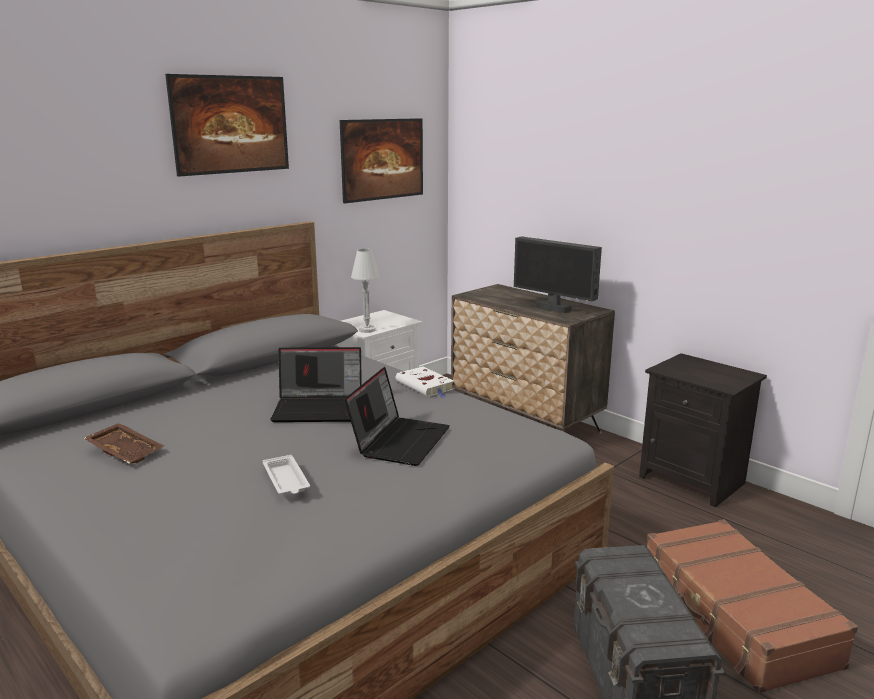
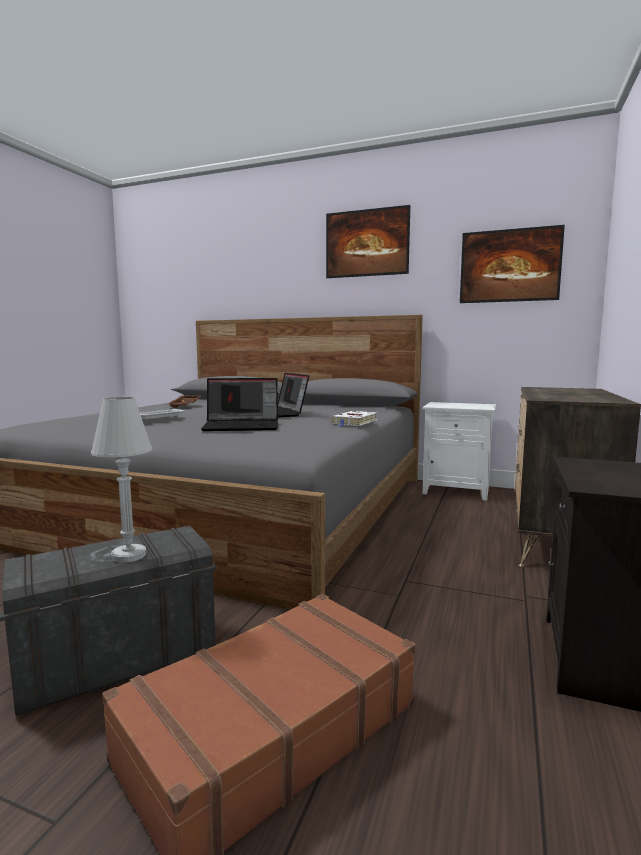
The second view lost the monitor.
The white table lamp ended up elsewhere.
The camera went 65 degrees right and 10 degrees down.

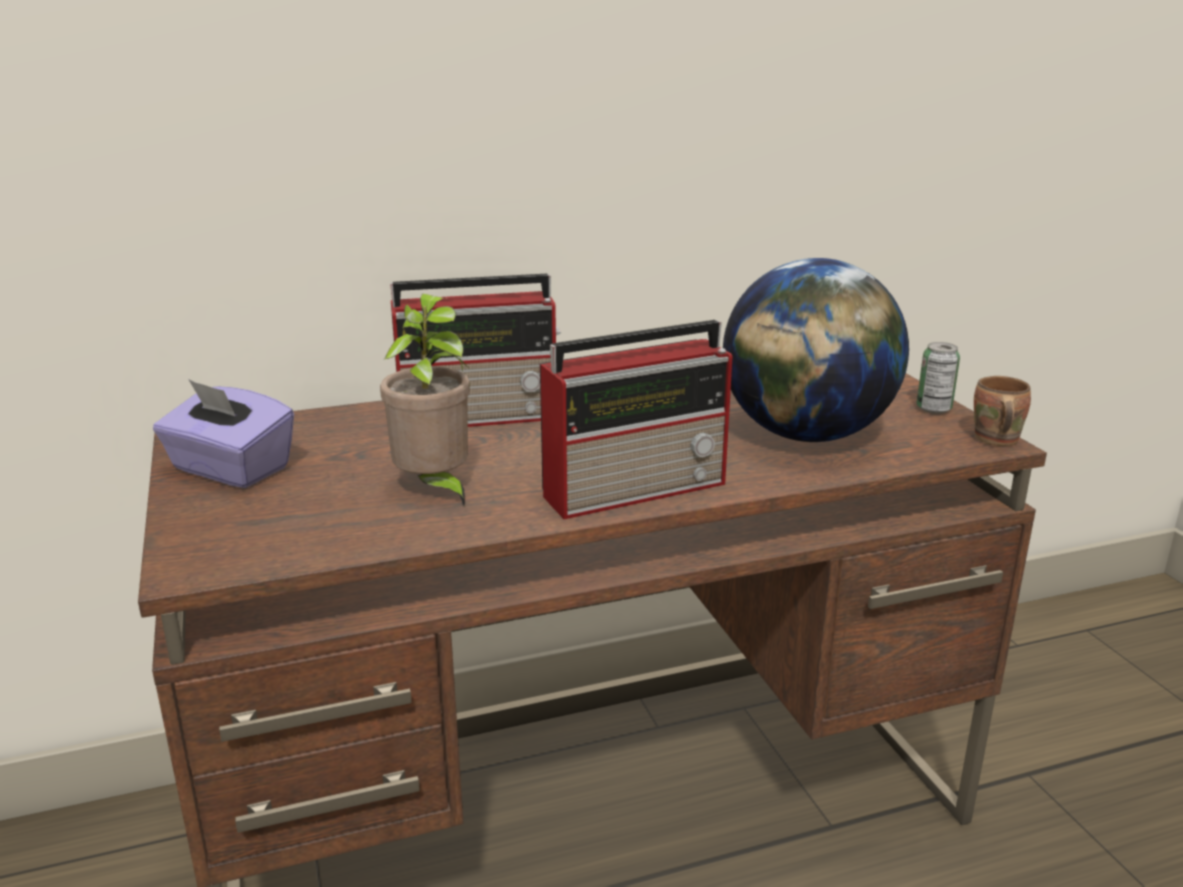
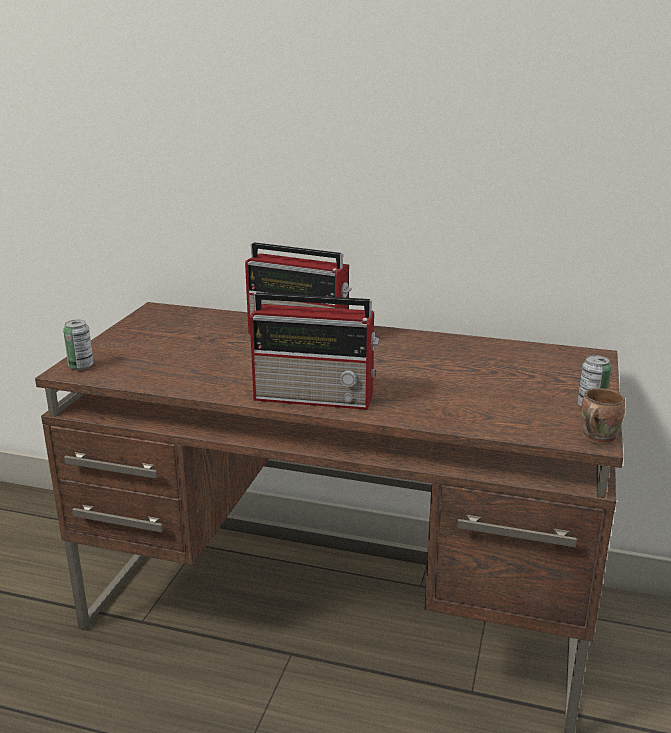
The second view lost the purple tissue box.
The second view lost the potted plant.
The second view lost the globe.
The second view gained the can (no. 1 from left).
The camera went 35 degrees right and 0 degrees up.

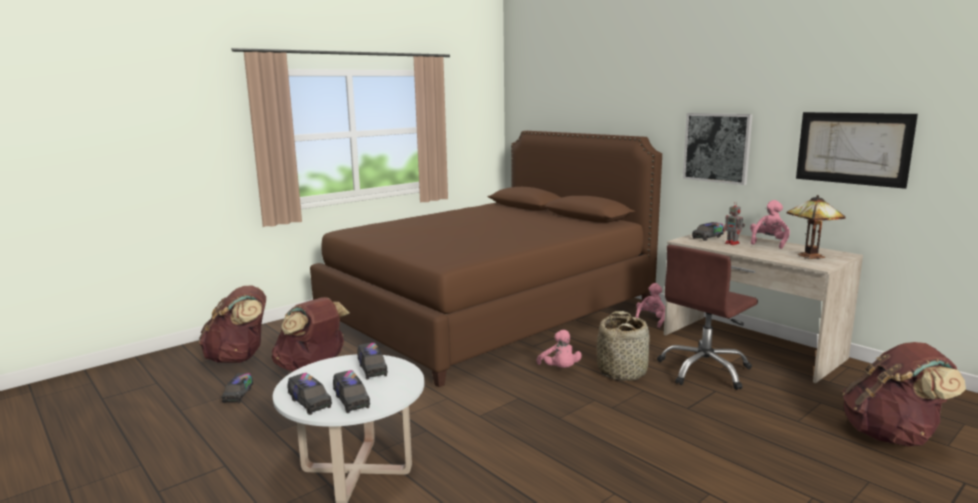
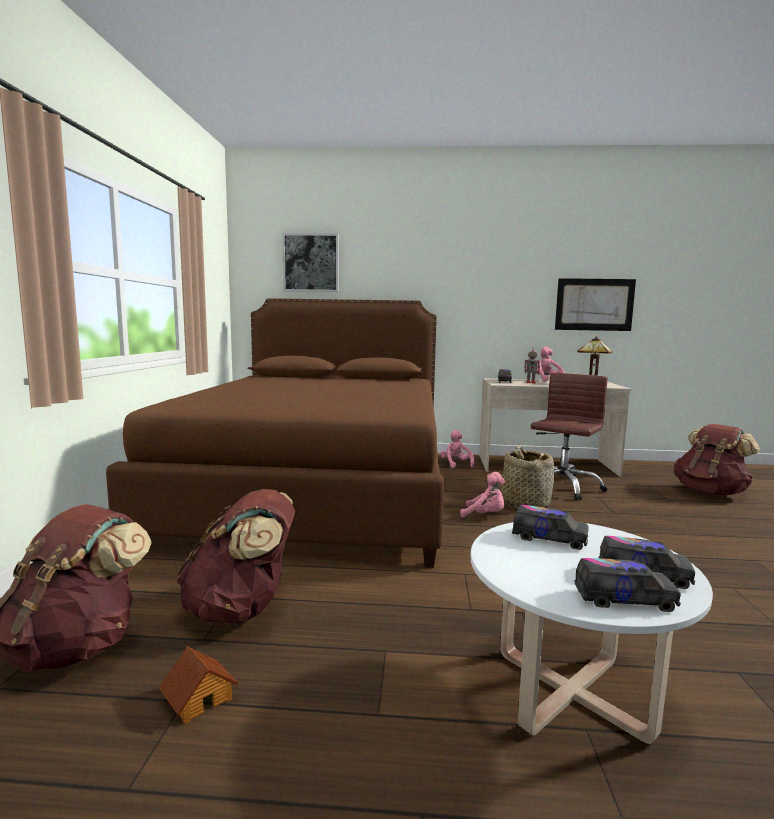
The picture (no. 1 from left) ended up elsewhere.
Where the toy truck (no. 1 from left) stood, the toy house came to stand.
The brown office chair ended up facing another way, 150 degrees counterclockwise from before.
The camera went 45 degrees left and 5 degrees down.

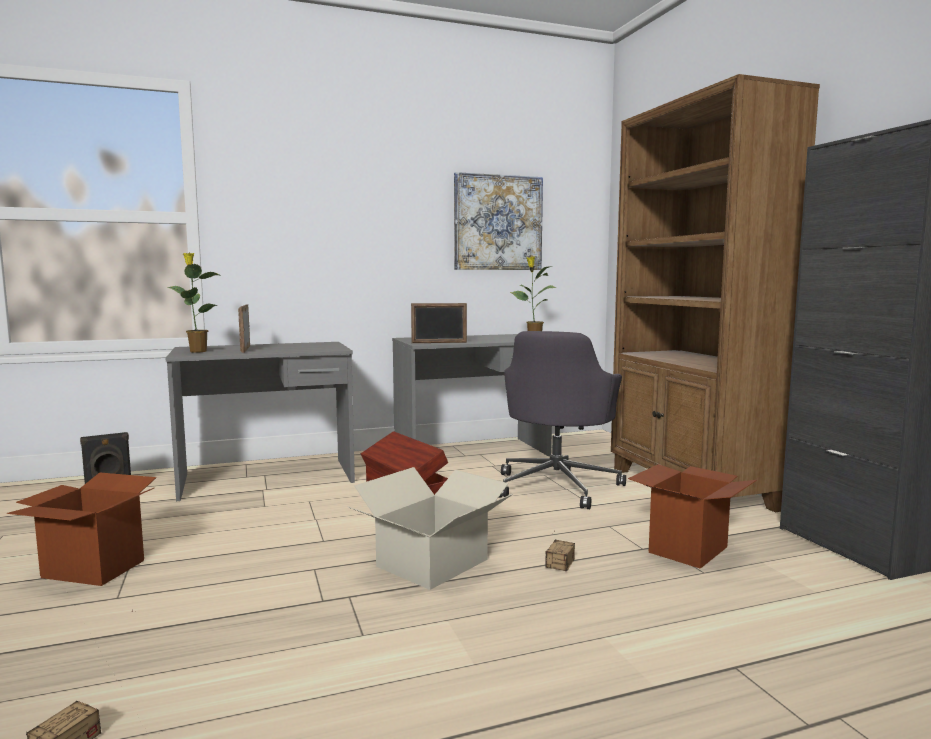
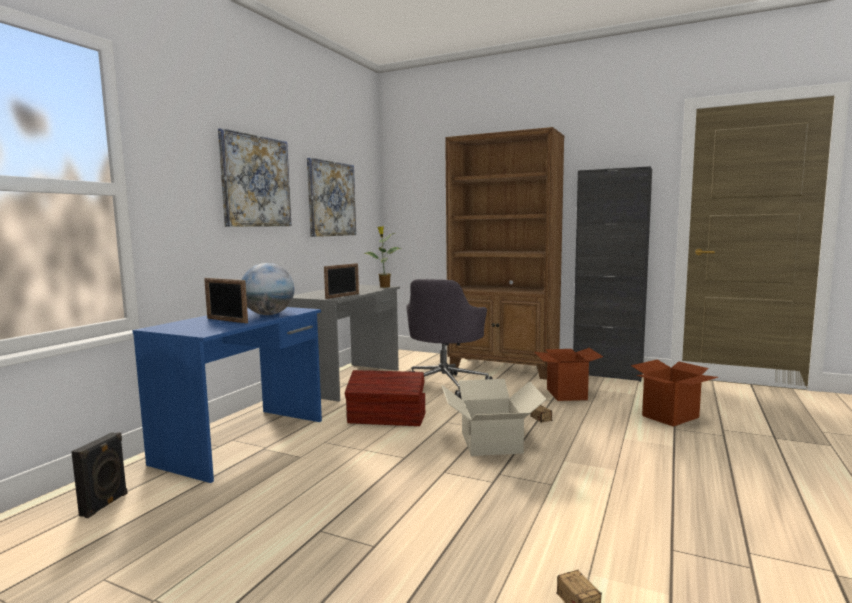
The second view lost the potted plant (no. 1 from left).
The second view gained the picture (no. 1 from left).
The second view gained the globe.
The cardboard box (no. 1 from left in the first image) ended up elsewhere.
What was the grey desk (no. 1 from left) turned into the blue desk.
The grey office chair ended up facing another way, 45 degrees clockwise from before.
The camera went 45 degrees left and 0 degrees up.

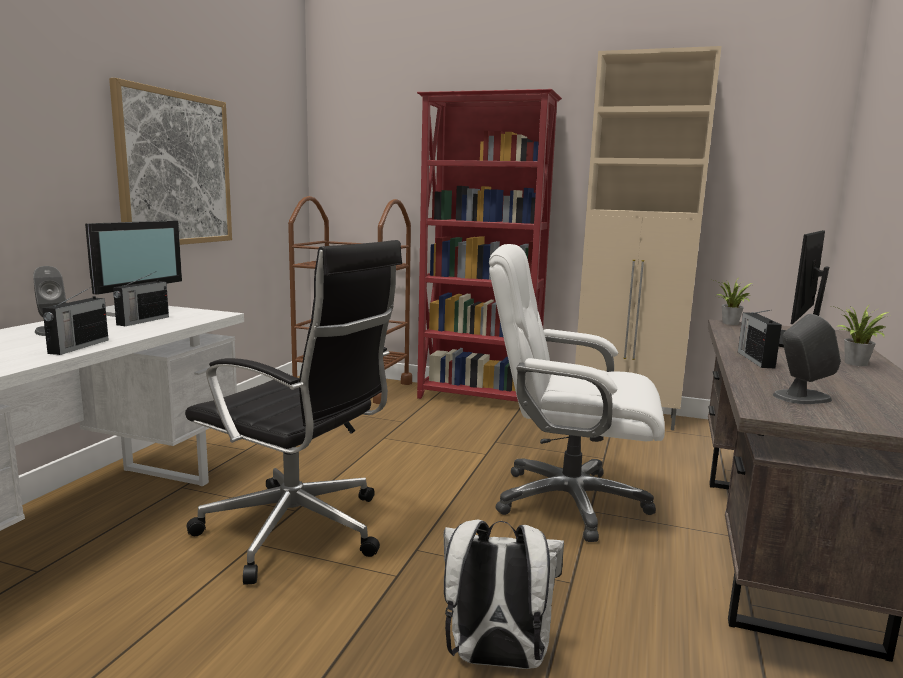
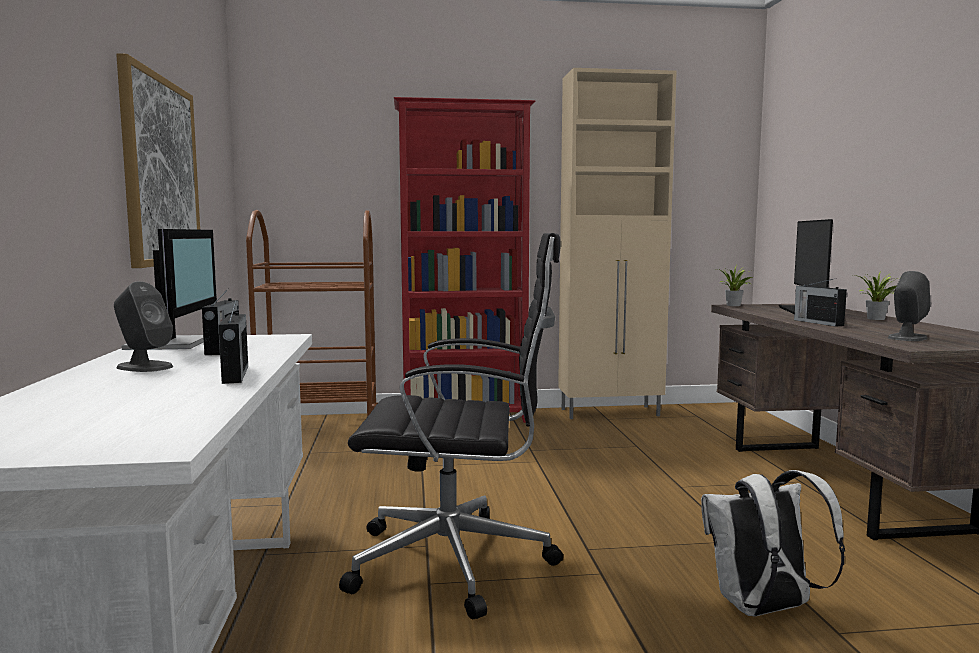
The second view lost the white office chair.
The camera went 25 degrees left and 5 degrees down.

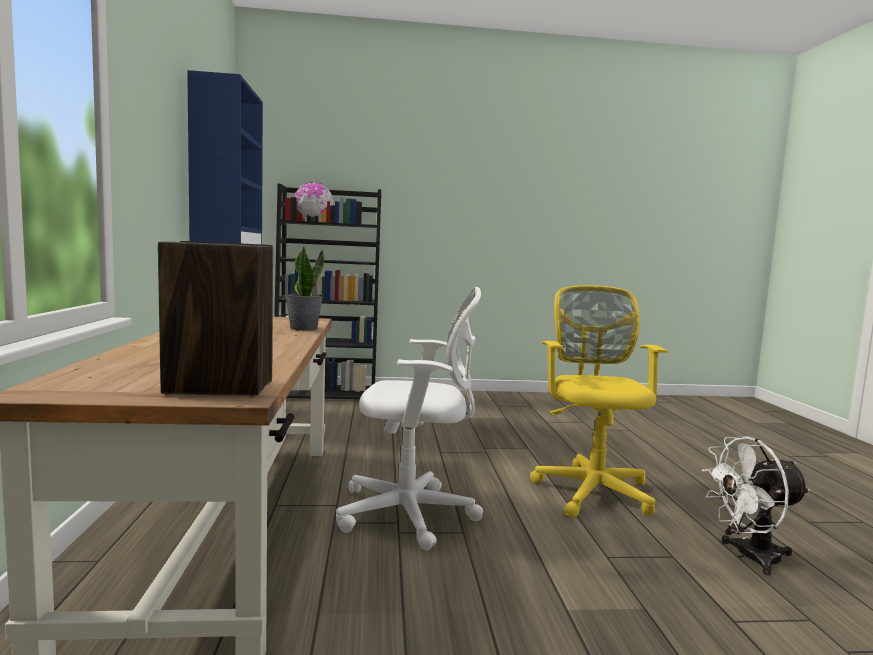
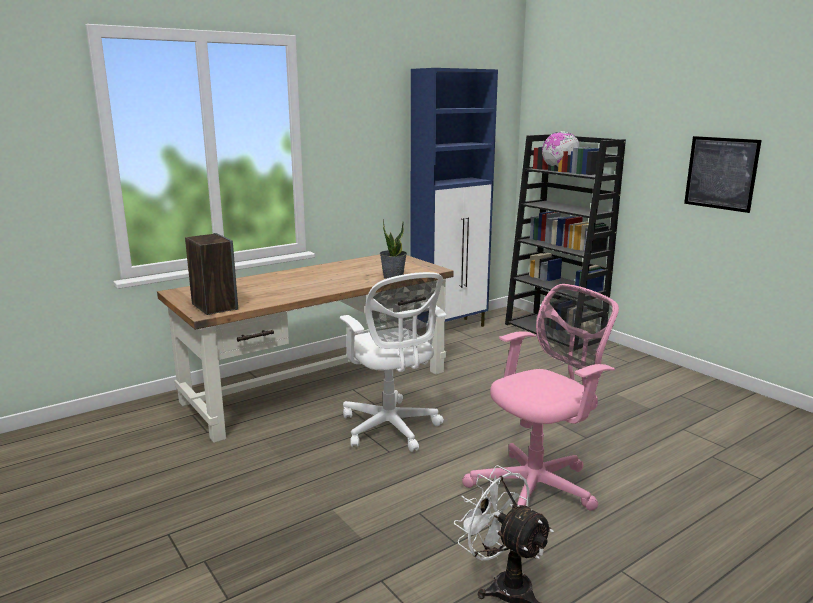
The second view gained the picture.
What was the yellow office chair turned into the pink office chair.
The camera went 60 degrees right and 10 degrees up.

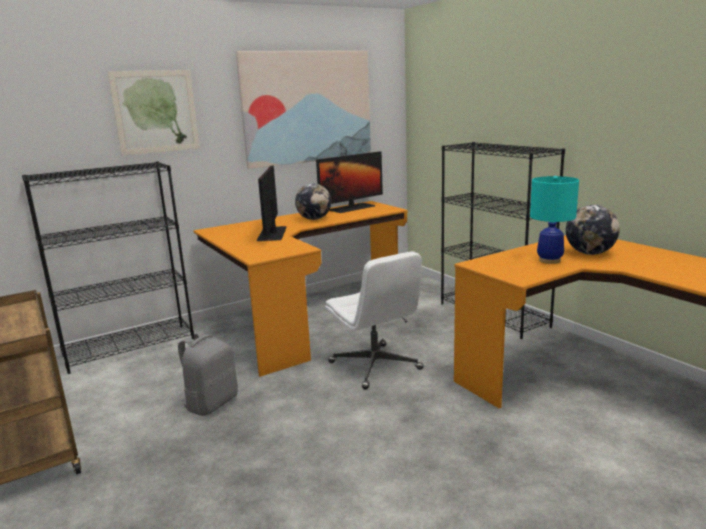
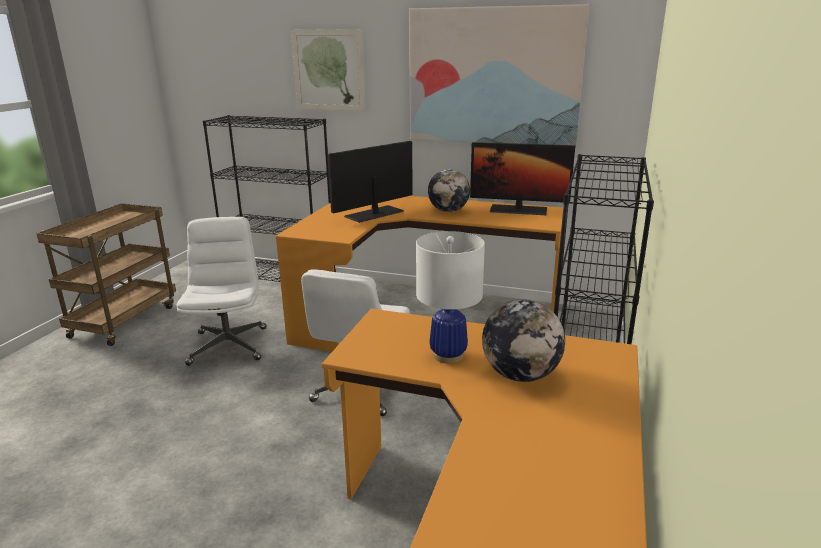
Where the grey backpack stood, the white office chair (no. 1 from left) came to stand.
What was the turquoise table lamp turned into the white table lamp.
The camera went 50 degrees right and 5 degrees up.

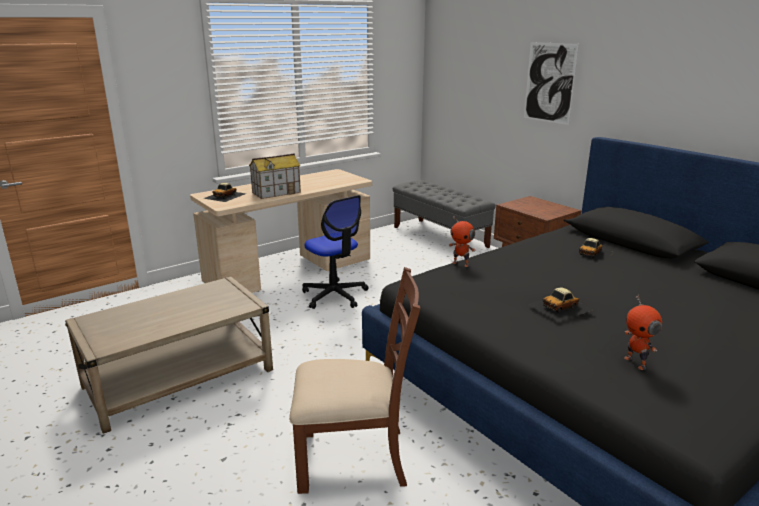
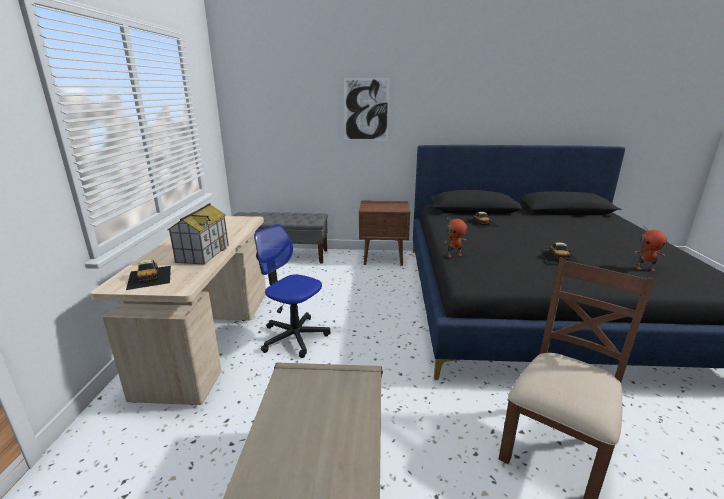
The office chair ended up facing another way, 150 degrees counterclockwise from before.
The camera went 50 degrees left and 0 degrees up.

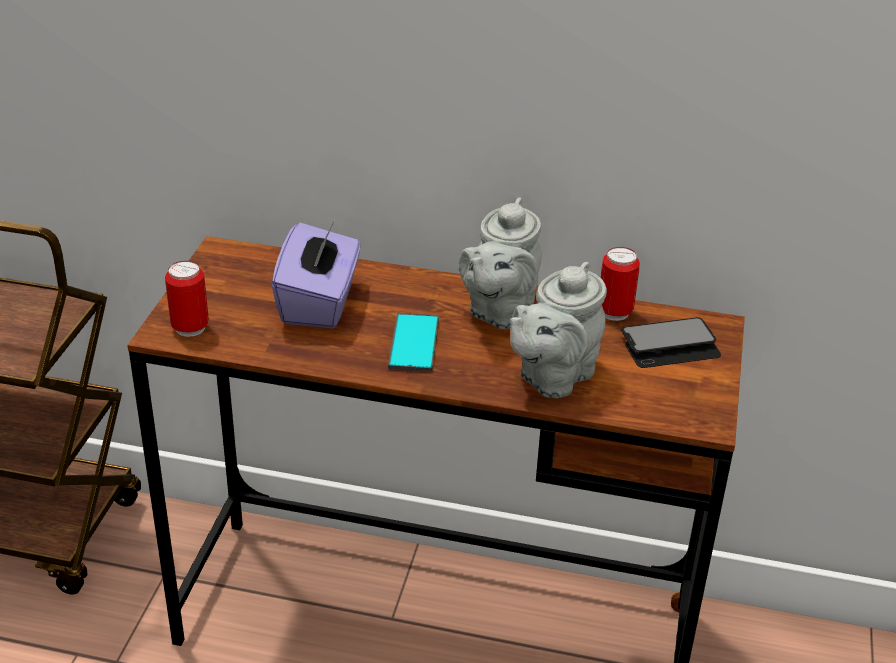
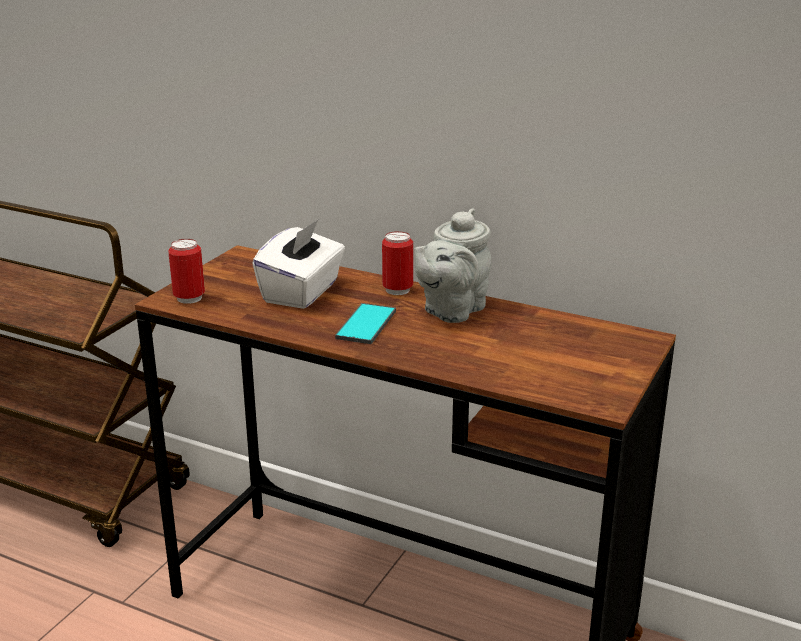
The second view lost the grey teapot (no. 2 from left).
The second view lost the phone (no. 2 from left).
The can (no. 2 from left) ended up elsewhere.
What was the purple tissue box turned into the white tissue box.
The camera went 15 degrees right and 10 degrees down.

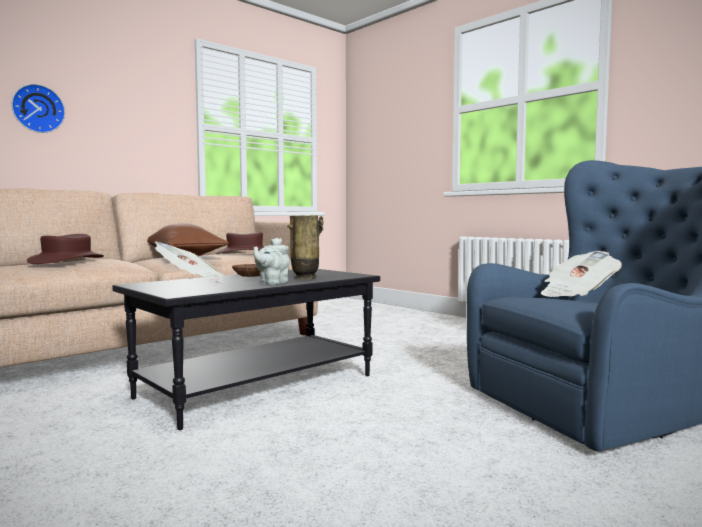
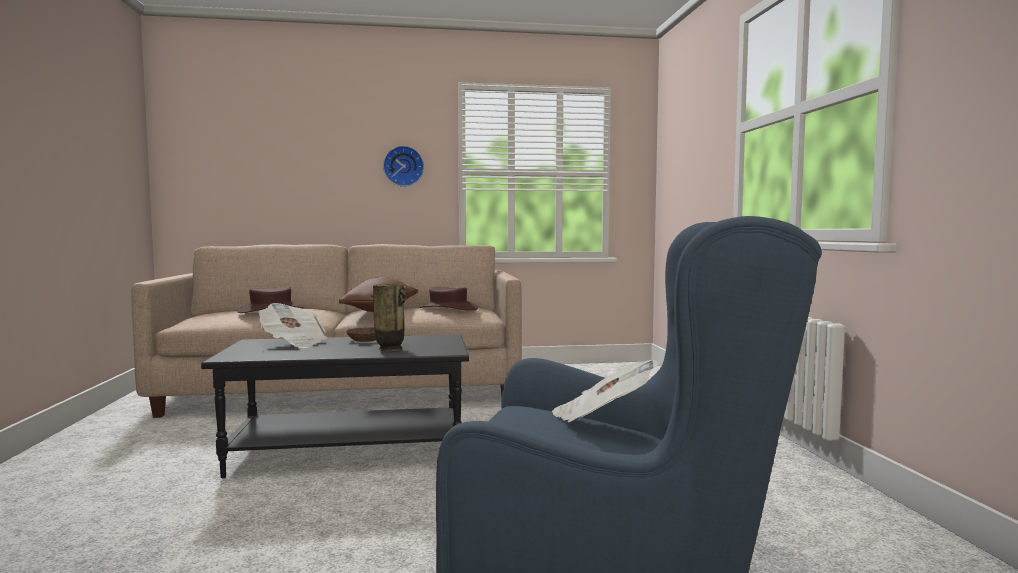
The second view lost the grey teapot.
The wall clock ended up elsewhere.
The camera went 35 degrees right and 0 degrees up.

